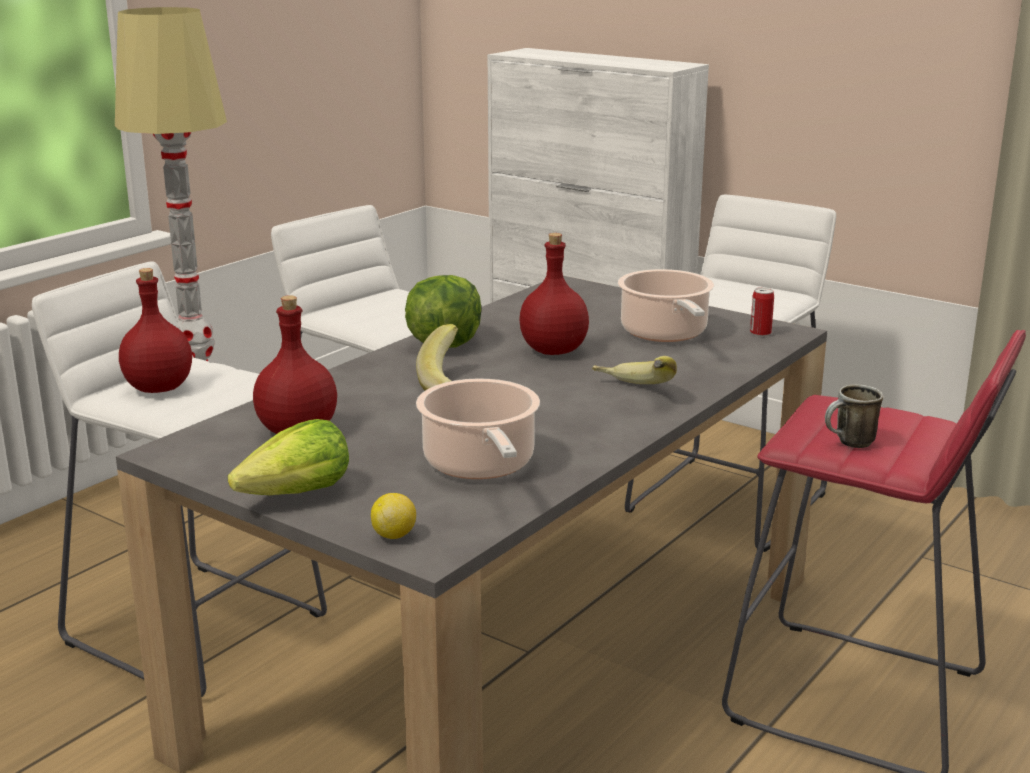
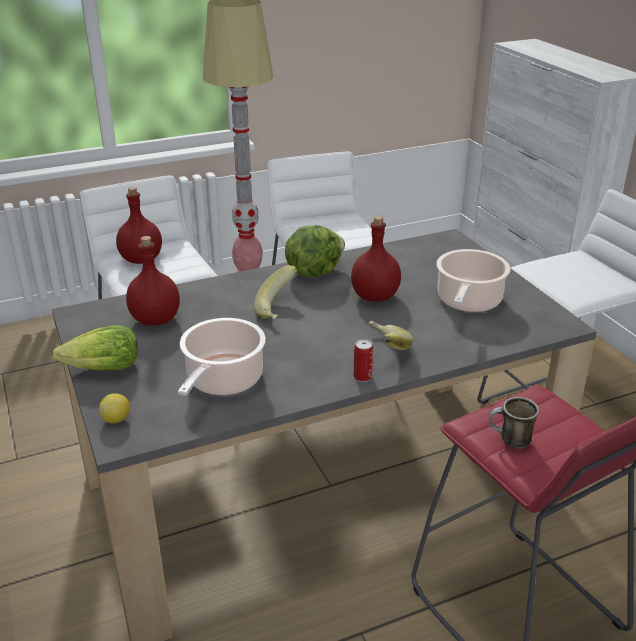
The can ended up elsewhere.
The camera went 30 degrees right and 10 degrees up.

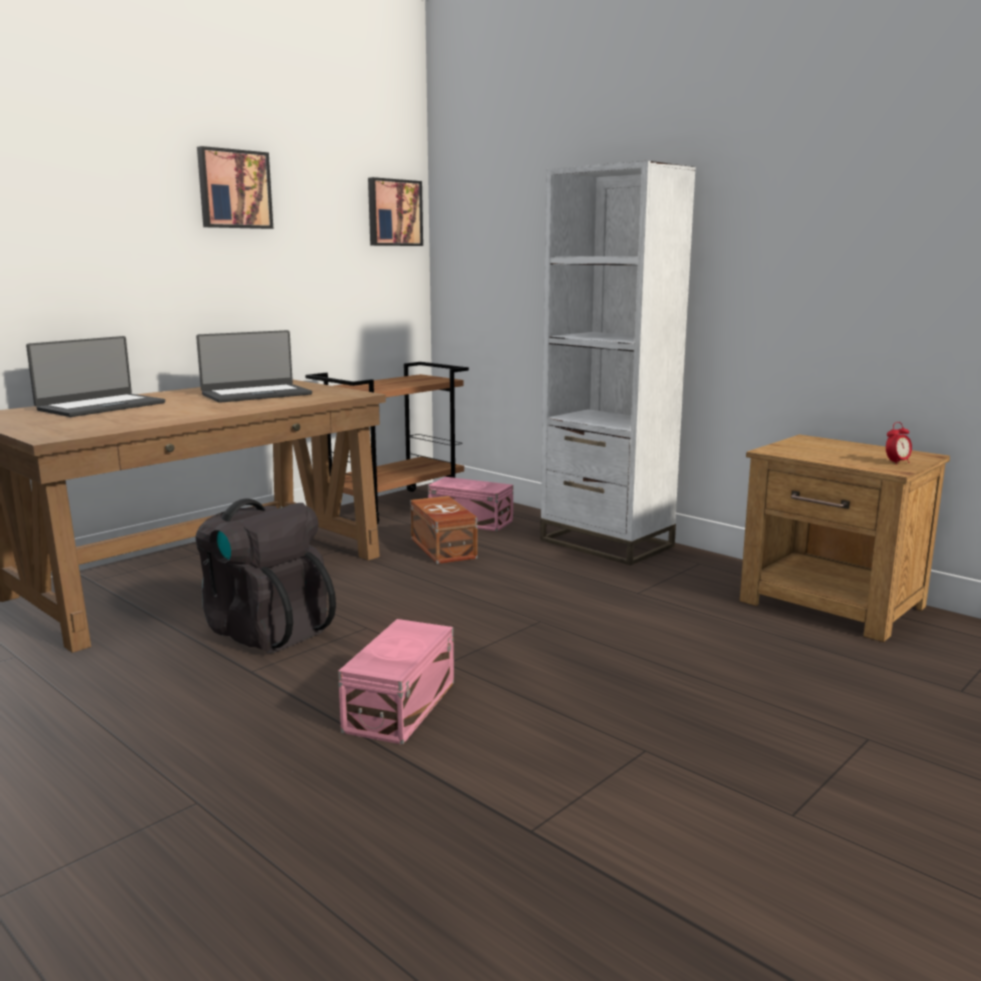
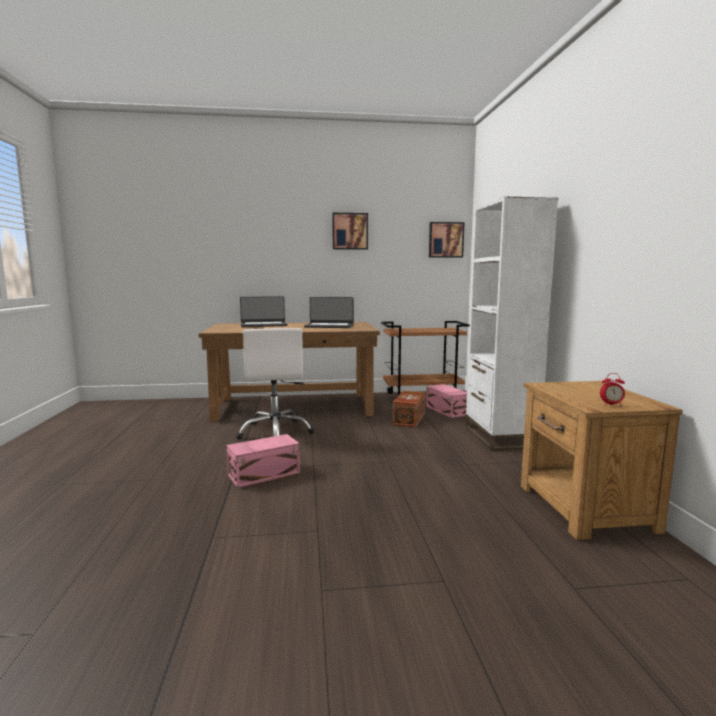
Where the black backpack stood, the white office chair came to stand.
The camera went 40 degrees right and 5 degrees down.

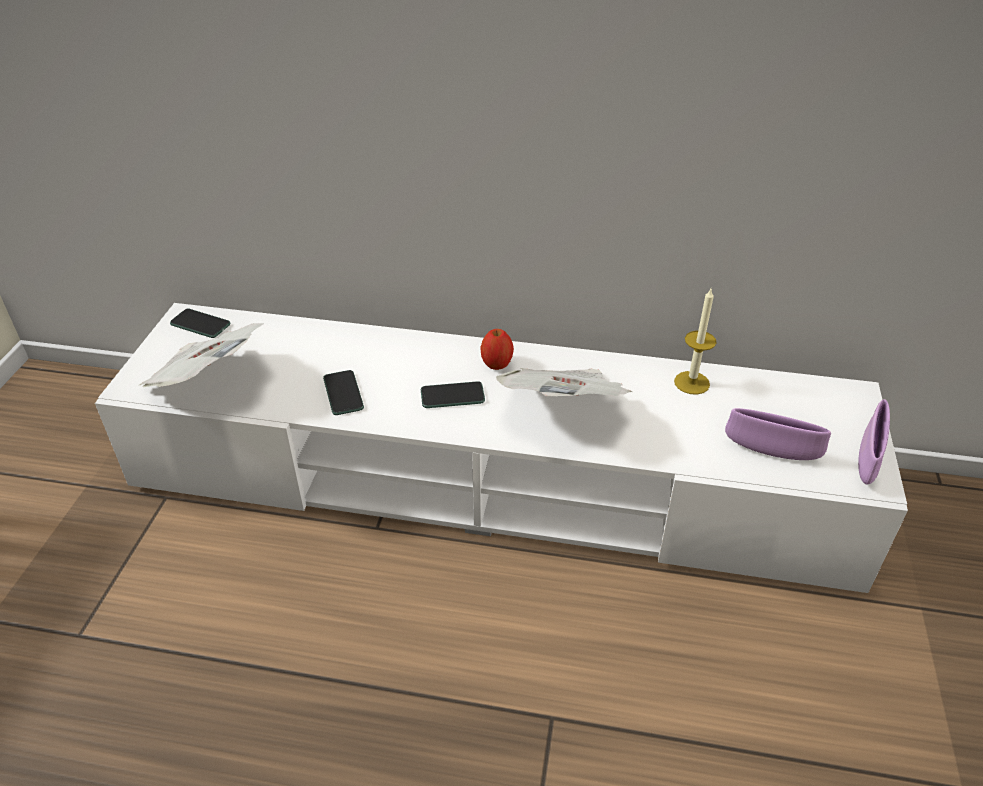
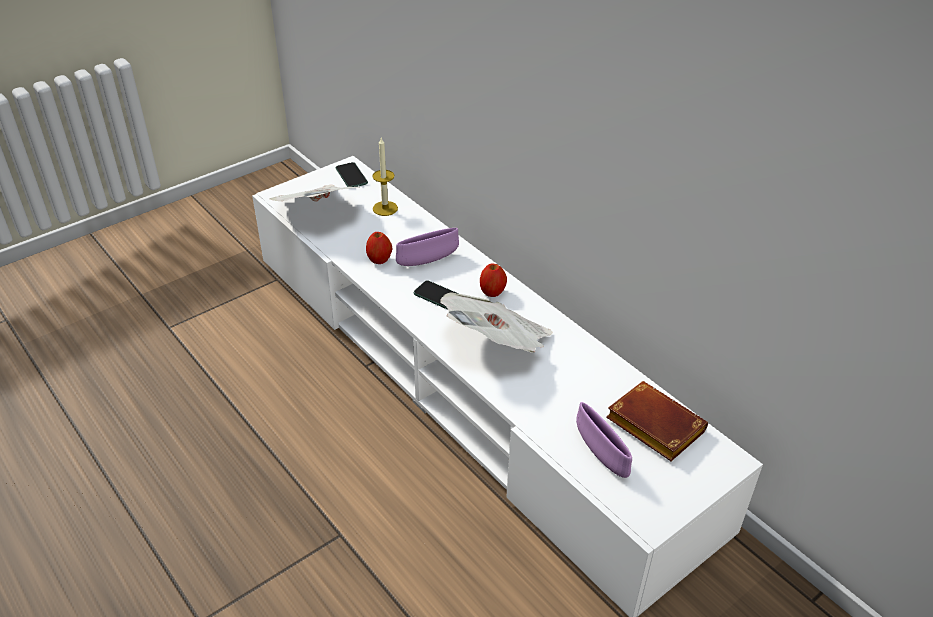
The second view gained the brown book.
The candle ended up elsewhere.
The purple bowl (no. 2 from left in the first image) ended up elsewhere.
Where the phone (no. 2 from left) stood, the apple (no. 1 from left) came to stand.
The camera went 40 degrees right and 0 degrees up.

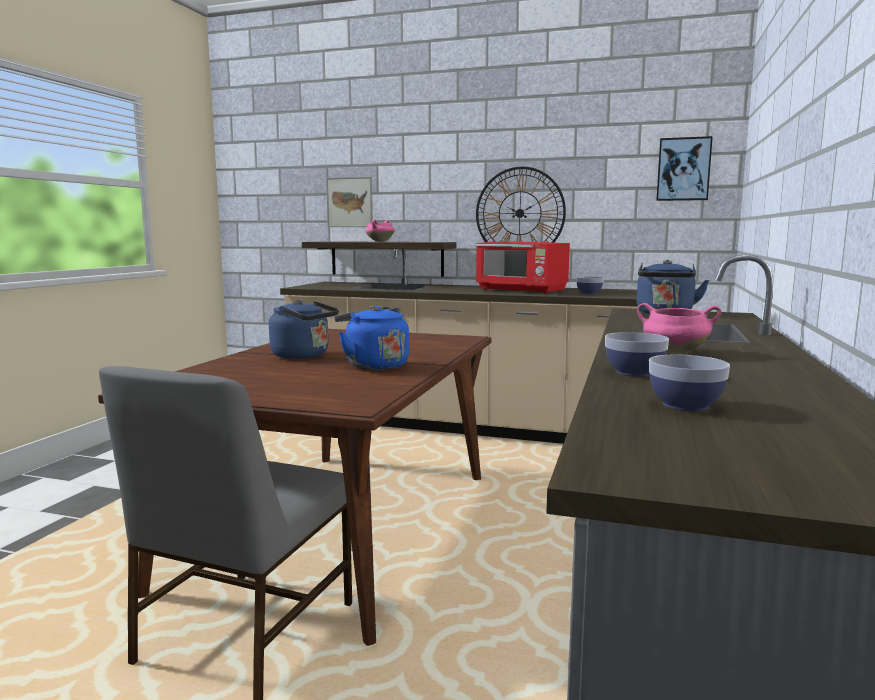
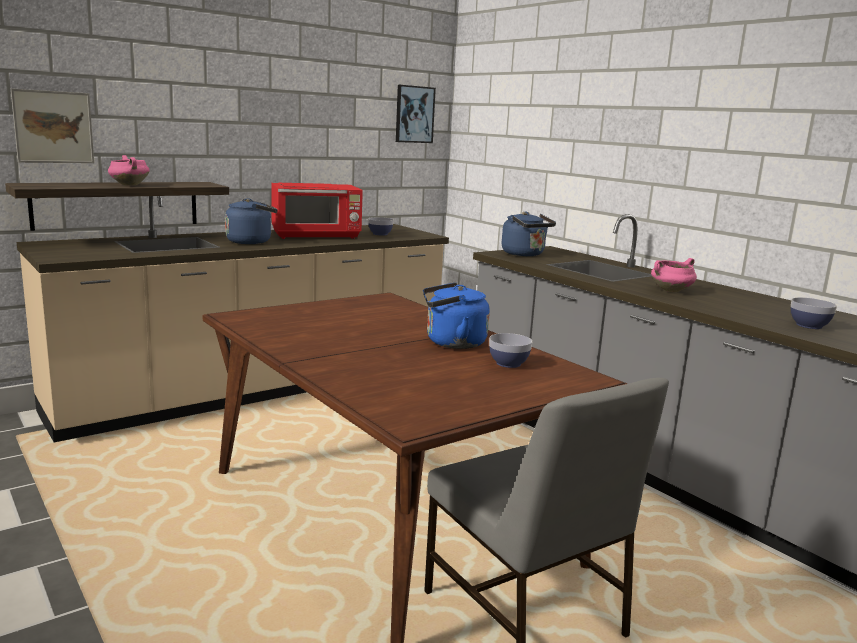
The second view lost the wall clock.
The blue kettle (no. 1 from left) ended up elsewhere.
The bowl (no. 2 from left) ended up elsewhere.
The camera went 55 degrees left and 5 degrees up.

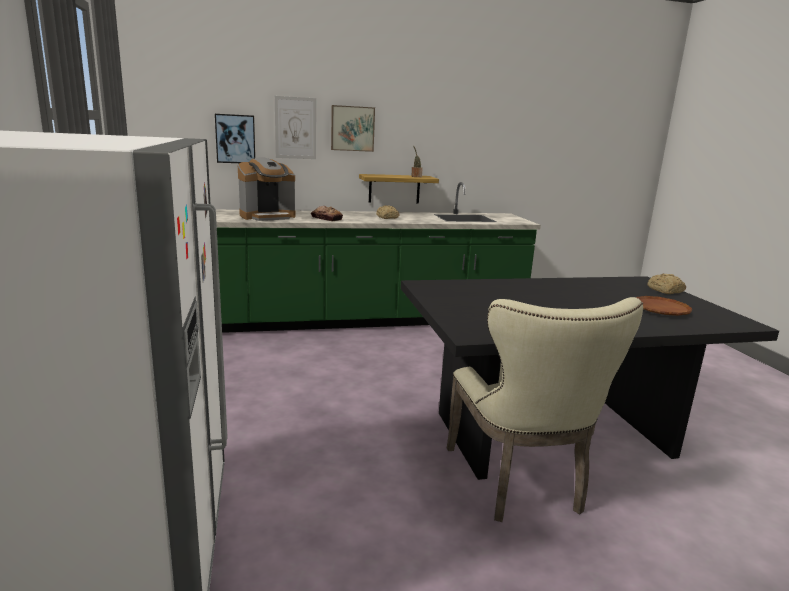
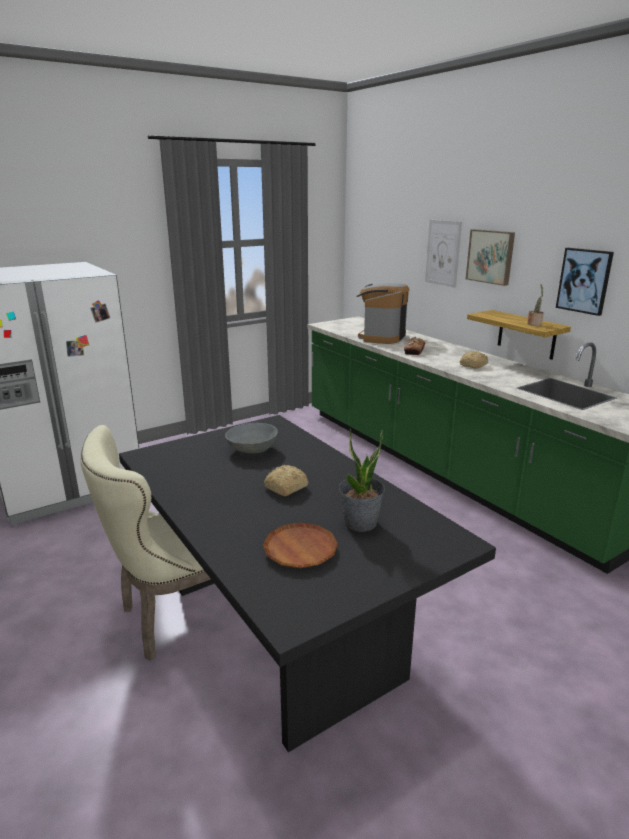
The second view gained the grey bowl.
The second view gained the potted plant (no. 1 from left).
The picture (no. 1 from left in the first image) ended up elsewhere.
The bread (no. 3 from left in the first image) ended up elsewhere.
The coffee machine ended up facing another way, 75 degrees clockwise from before.
The camera went 70 degrees right and 5 degrees up.

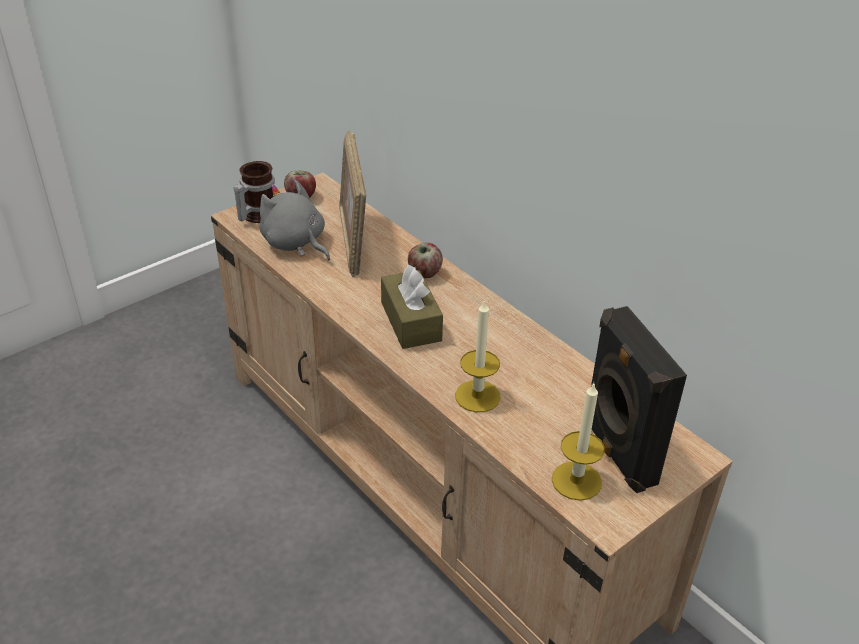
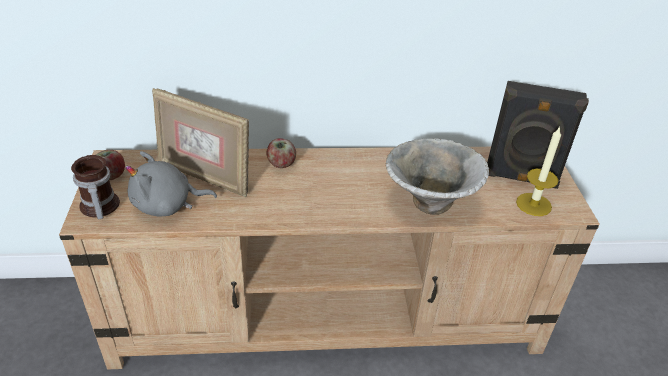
The second view lost the brown tissue box.
Where the candle (no. 1 from left) stood, the bowl came to stand.
The camera went 55 degrees left and 0 degrees up.

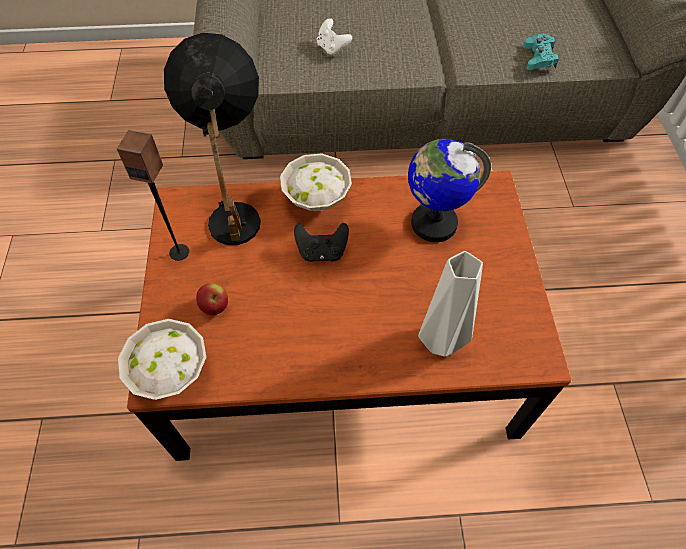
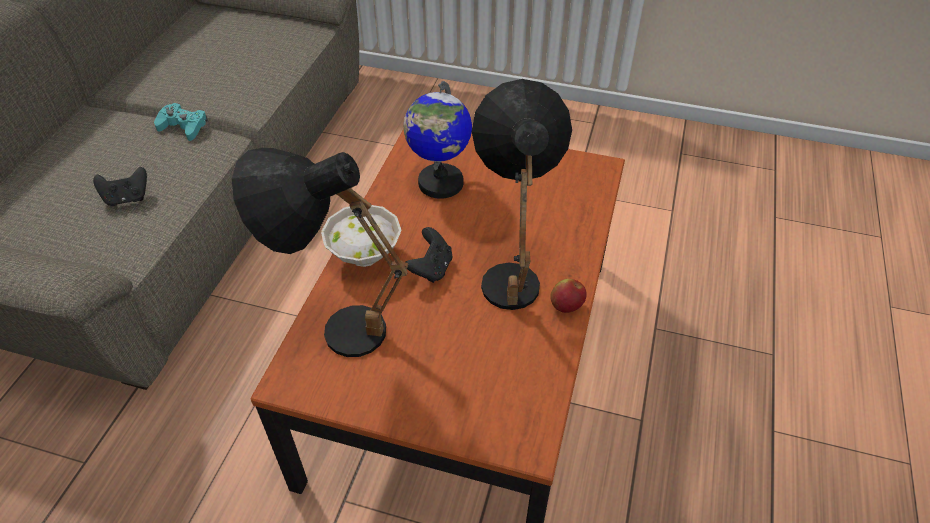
The second view lost the speaker.
The second view lost the white bowl (no. 1 from left).
The second view lost the grey vase.
The second view gained the black table lamp (no. 2 from left).
The apple ended up elsewhere.
The turquoise game controller ended up elsewhere.
What was the white game controller turned into the black game controller (no. 1 from left).
The camera went 70 degrees left and 10 degrees down.

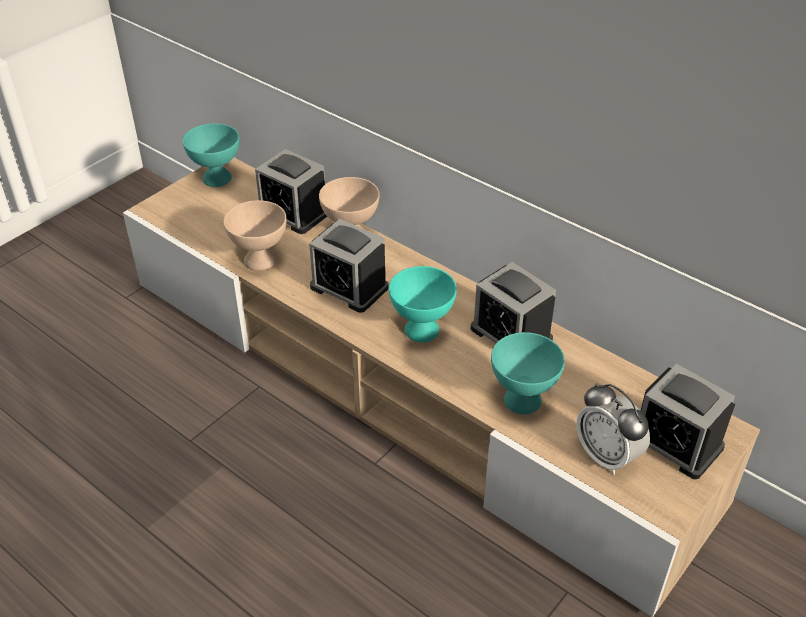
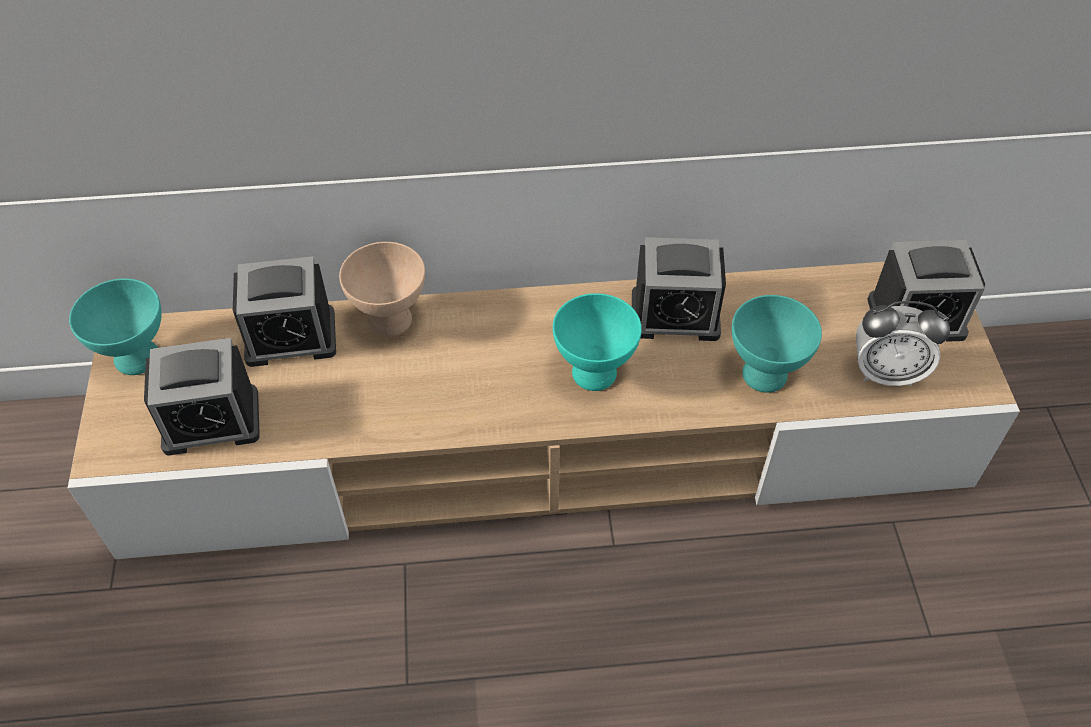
The second view lost the beige bowl (no. 1 from left).
The alarm clock (no. 2 from left in the first image) ended up elsewhere.
The camera went 45 degrees left and 10 degrees up.

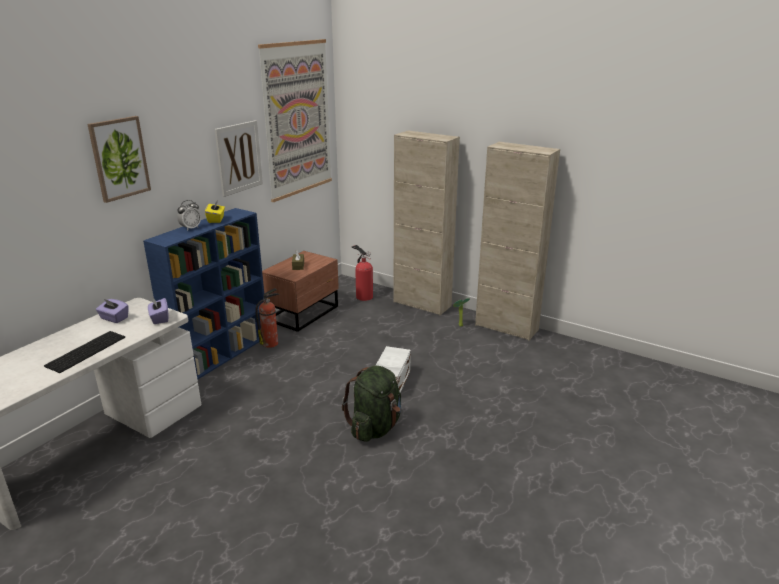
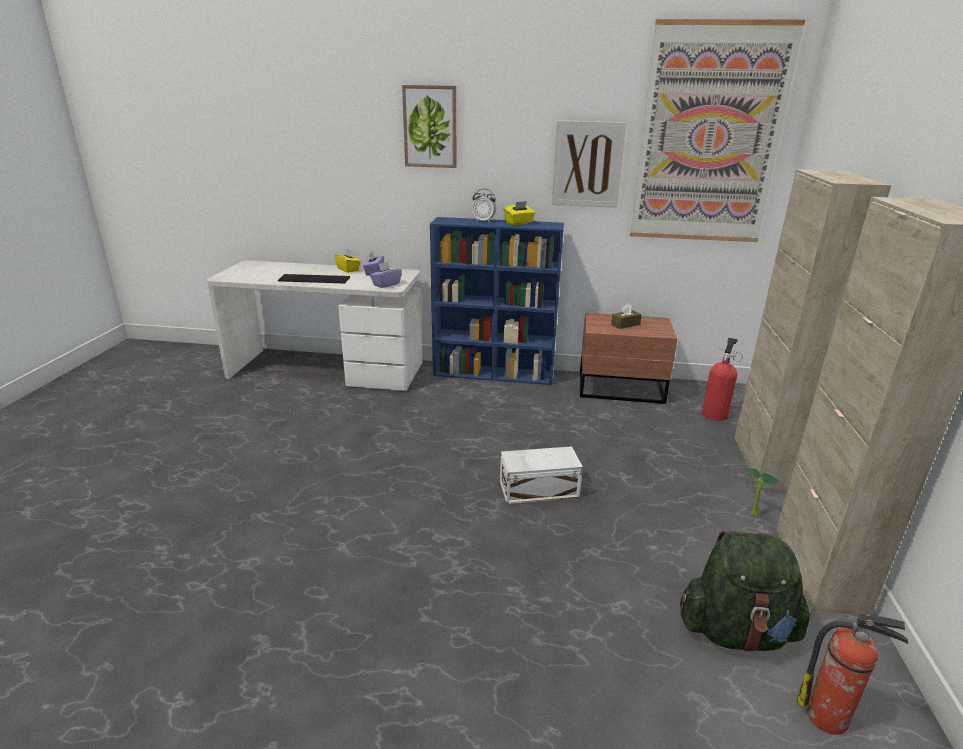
The second view gained the yellow tissue box (no. 1 from left).
The fire extinguisher (no. 1 from left in the first image) ended up elsewhere.
The green backpack ended up elsewhere.
The camera went 65 degrees right and 0 degrees up.

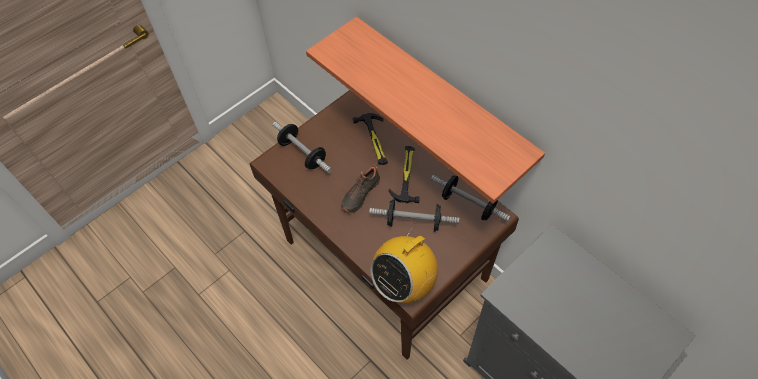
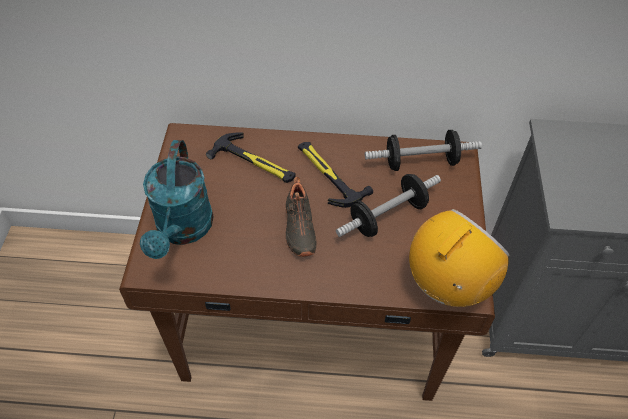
The second view lost the shelf.
Where the dumbbell (no. 1 from left) stood, the turquoise watering can came to stand.
The radio ended up facing another way, 135 degrees counterclockwise from before.
The camera went 45 degrees left and 5 degrees down.

